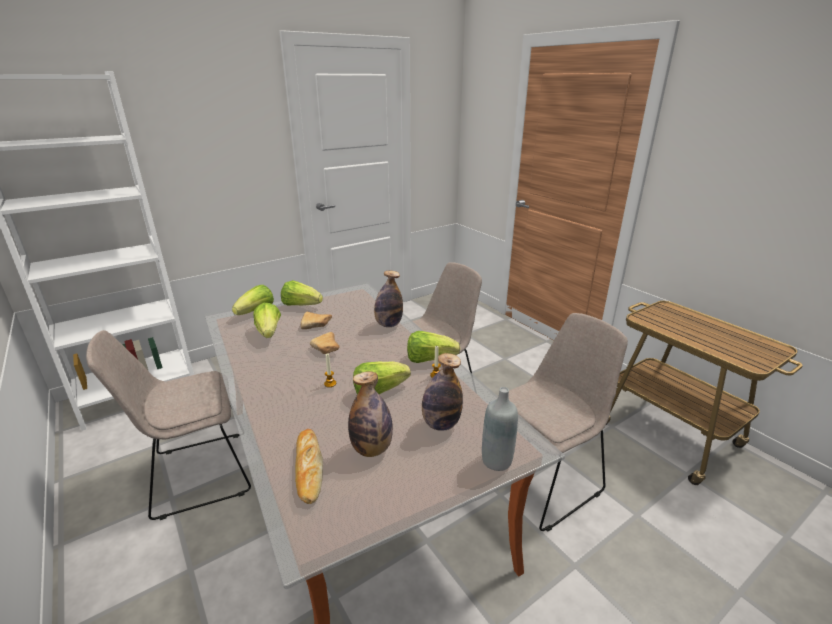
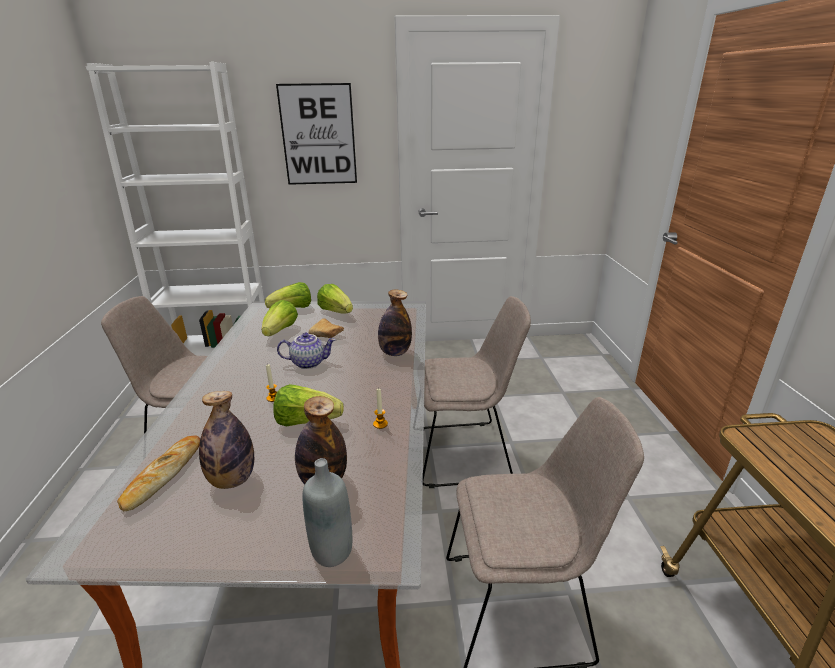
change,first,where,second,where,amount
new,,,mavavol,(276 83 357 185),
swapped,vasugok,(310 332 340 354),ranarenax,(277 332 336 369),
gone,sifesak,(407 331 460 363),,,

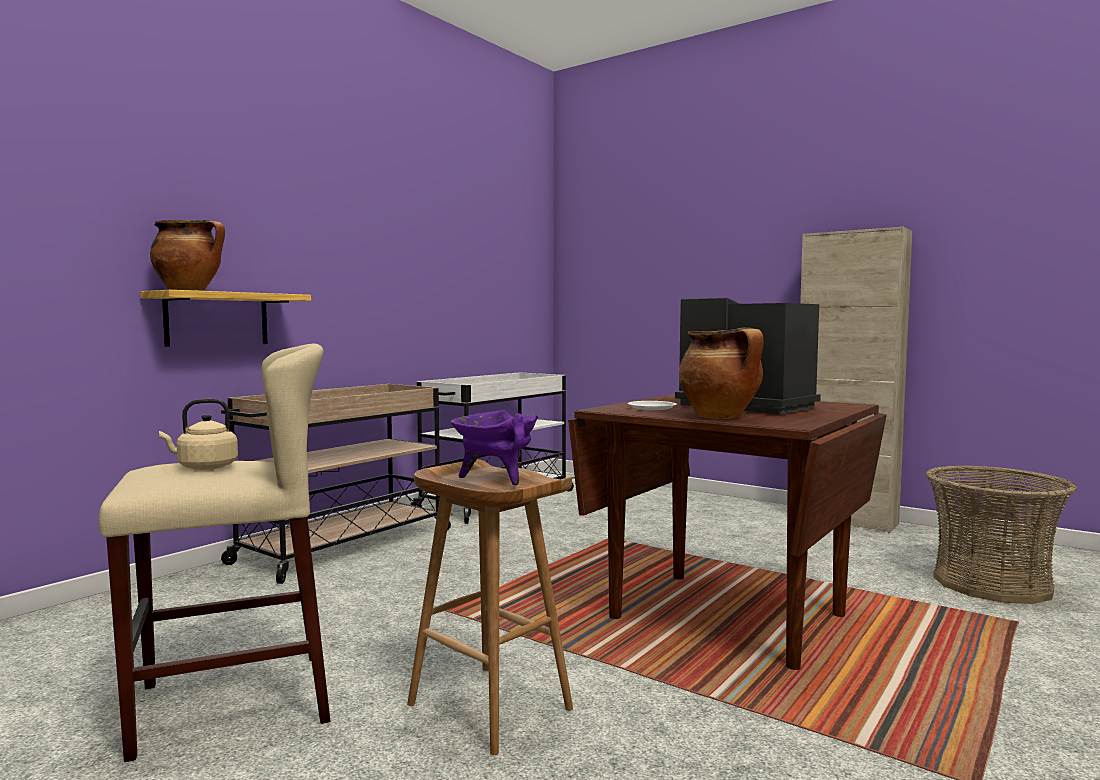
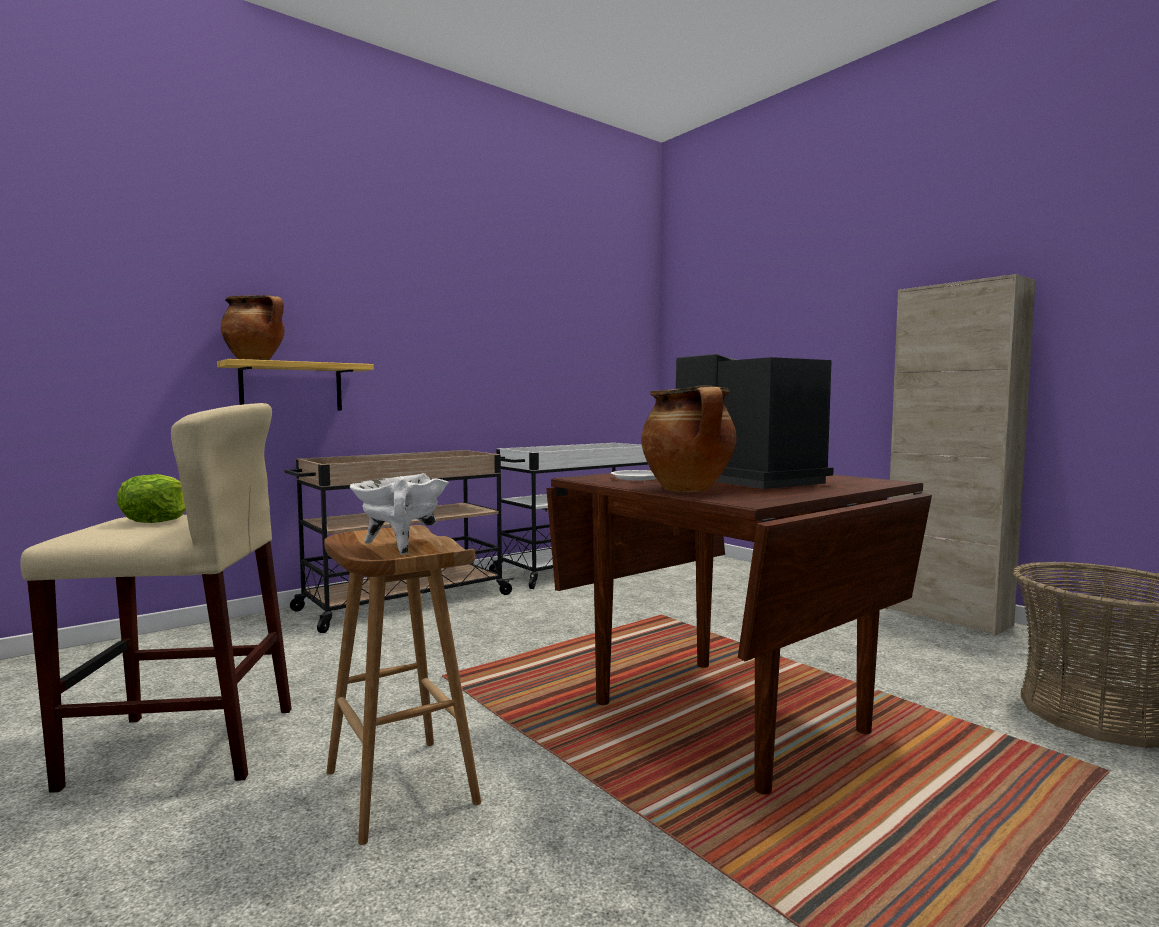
change,first,where,second,where,amount
swapped,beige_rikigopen,(159 399 238 470),sifesak,(116 474 186 523),
repainted,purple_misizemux,(450 410 538 486),white_misizemux,(350 473 449 555),

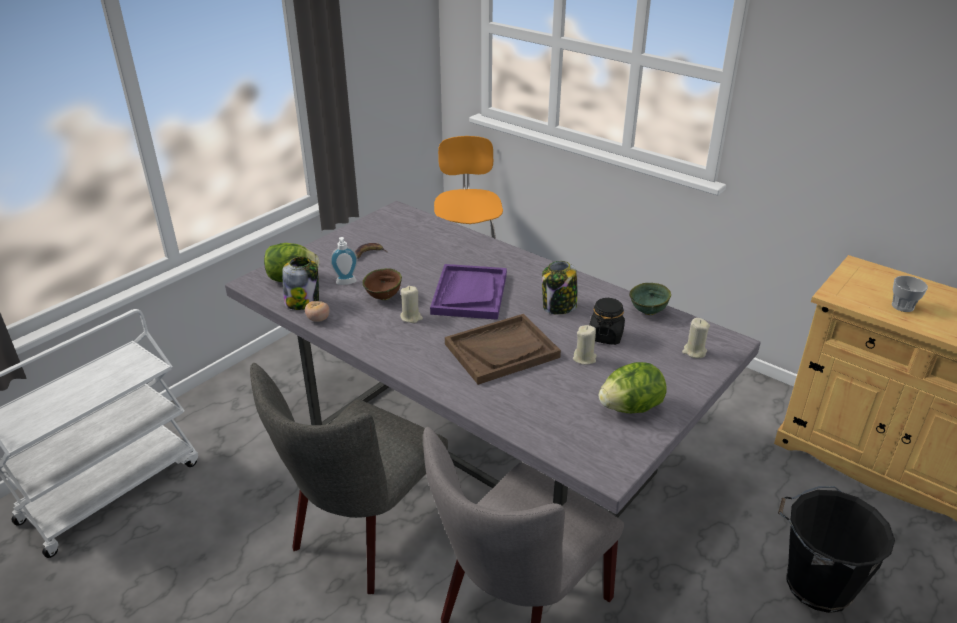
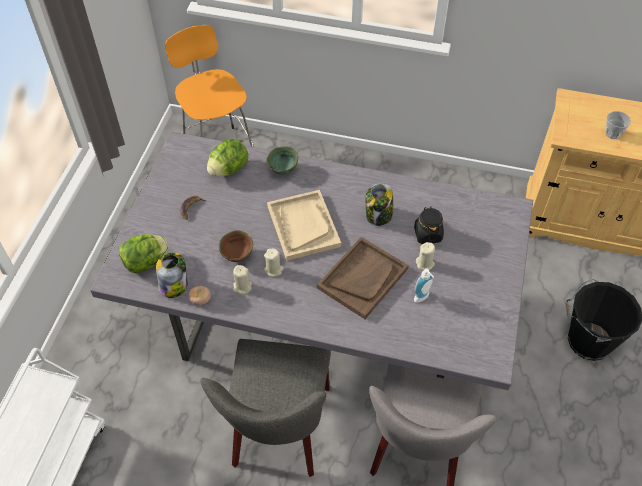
change,first,where,second,where,amount
shifted,sifesak,(599 362 667 413),,(207 139 248 177),
shifted,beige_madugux,(682 318 710 358),,(233 265 252 294),
shifted,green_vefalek,(629 283 671 315),,(267 146 298 175),
repainted,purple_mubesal,(430 264 507 320),beige_mubesal,(267 190 341 261),
shifted,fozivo,(330 237 358 285),,(414 269 434 303),

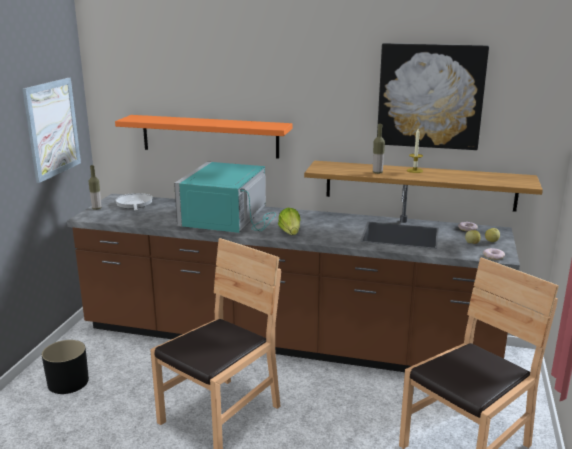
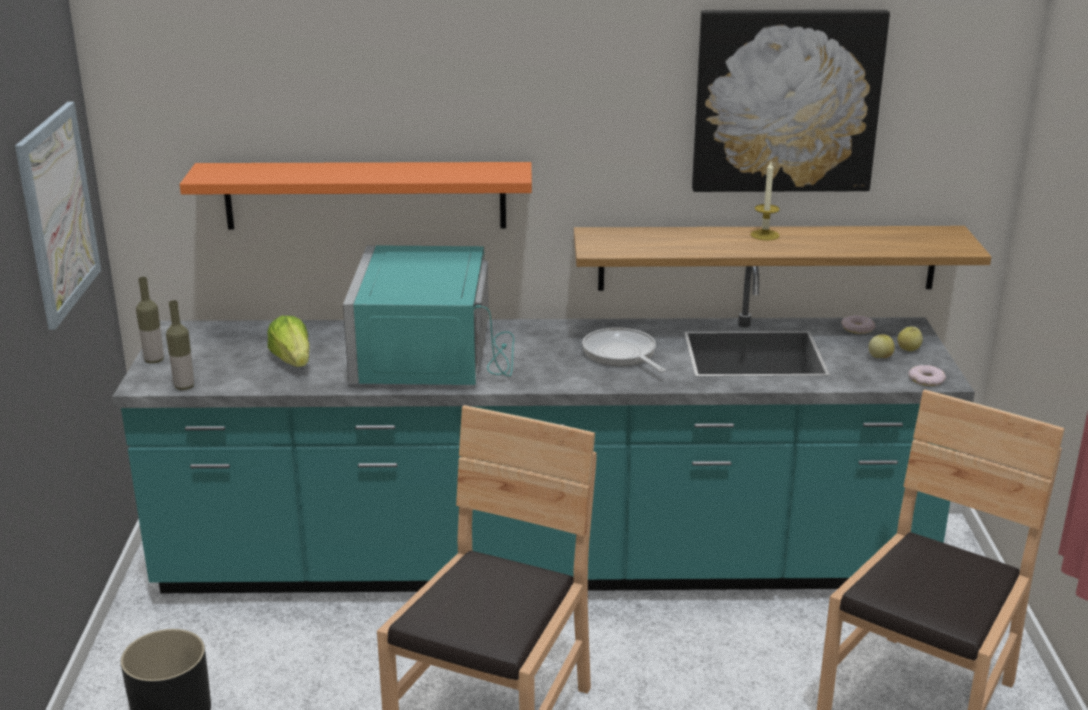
change,first,where,second,where,amount
repainted,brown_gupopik,(67 185 520 372),turquoise_gupopik,(112 266 975 593),
shifted,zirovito,(373 124 385 174),,(166 300 194 390),
shifted,sifesak,(278 208 300 235),,(267 316 309 367),
shifted,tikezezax,(115 193 153 211),,(582 328 666 372),

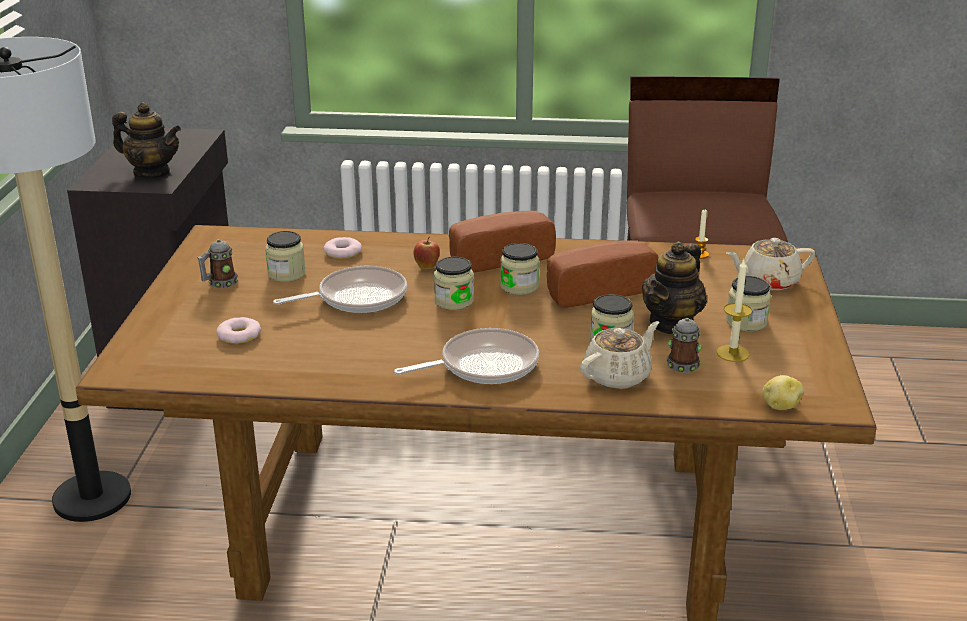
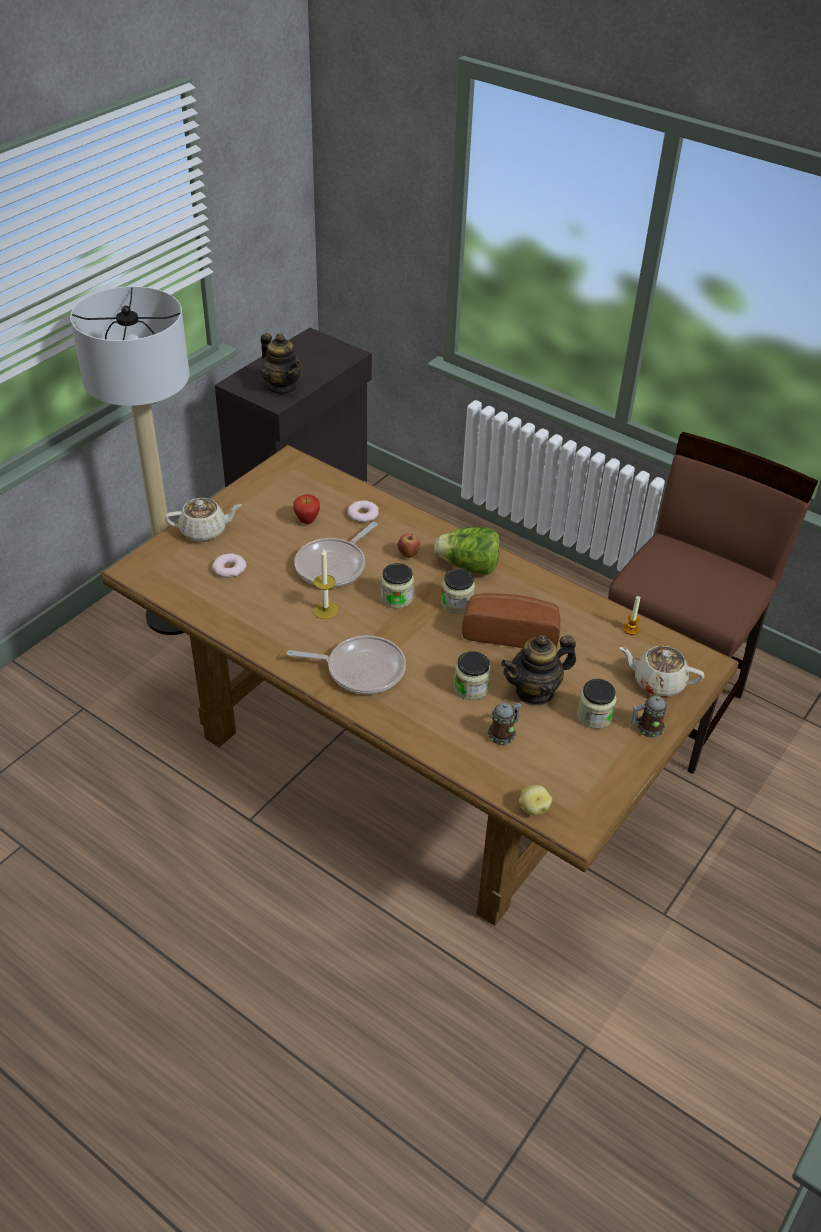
change,first,where,second,where,amount
shifted,beige_ranarenax,(580 321 659 389),,(165 498 242 542),
swapped,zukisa,(265 231 306 282),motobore,(293 494 320 524),
rotated,tikezezax,(273 266 407 313),,(294 522 377 588),120 degrees clockwise
shifted,madugux,(717 260 752 362),,(313 548 338 619),
swapped,vasugok,(449 211 556 273),sifesak,(434 527 500 575),
shifted,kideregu,(197 239 238 288),,(631 696 668 738),

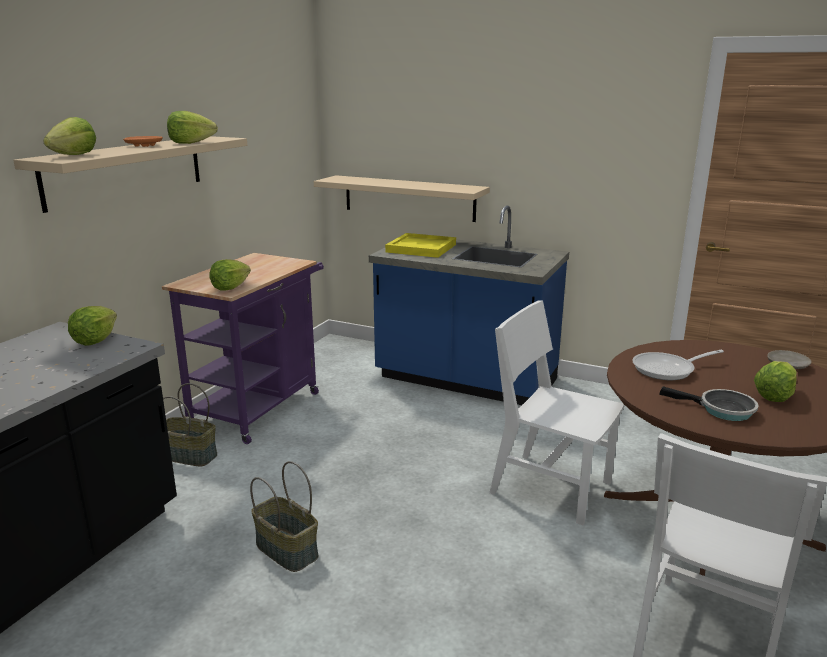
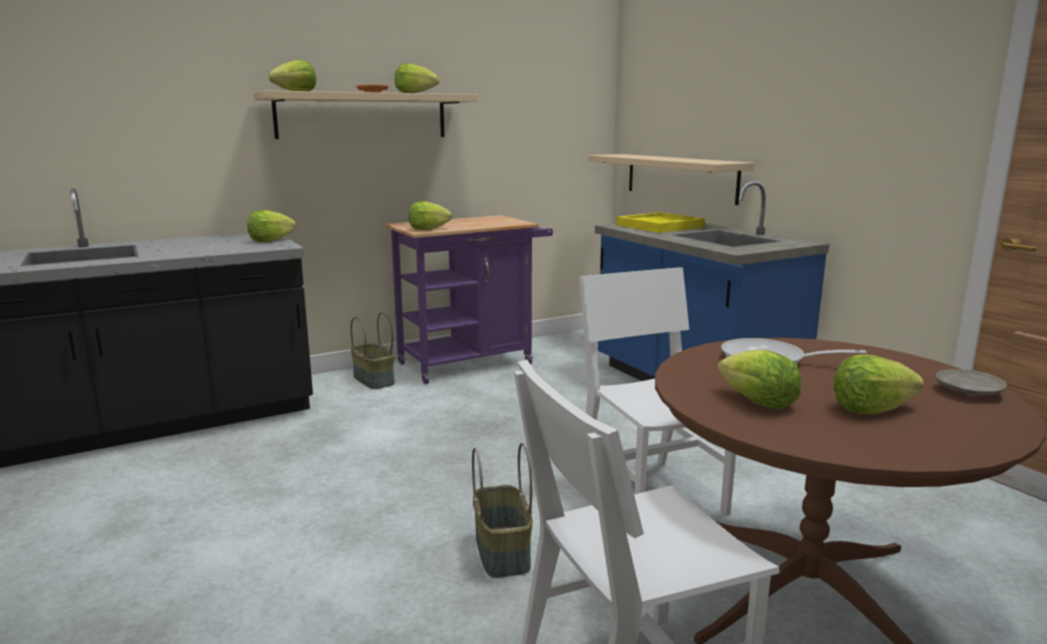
change,first,where,second,where,amount
shifted,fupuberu,(250 461 319 572),,(472 443 533 578),
swapped,tikezezax,(659 386 758 421),sifesak,(718 350 801 409),

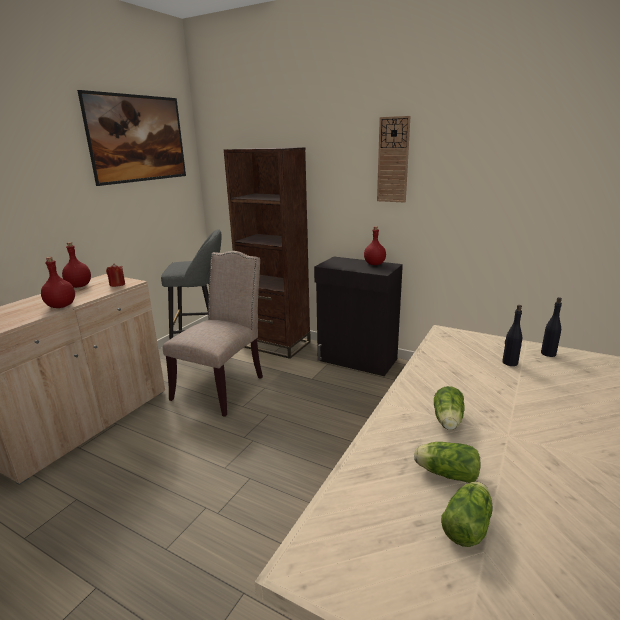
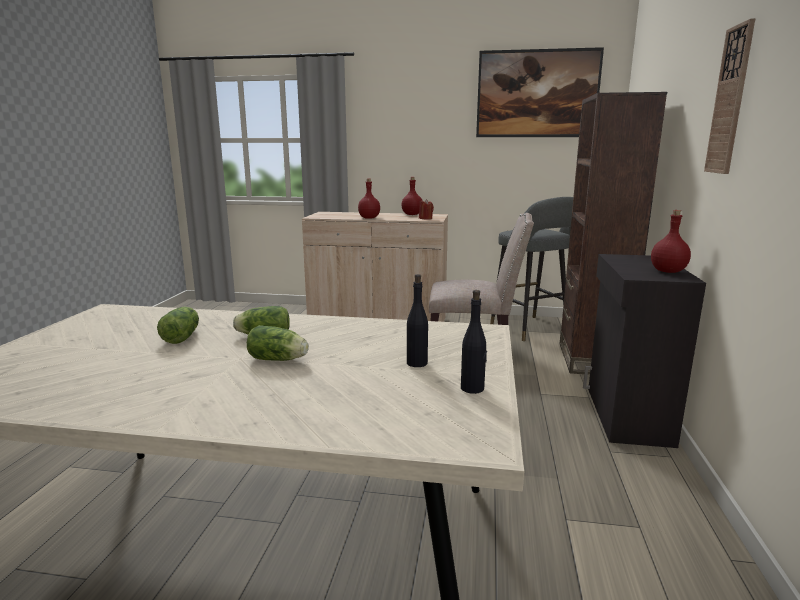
change,first,where,second,where,amount
shifted,sifesak,(441 482 493 547),,(247 325 309 361),

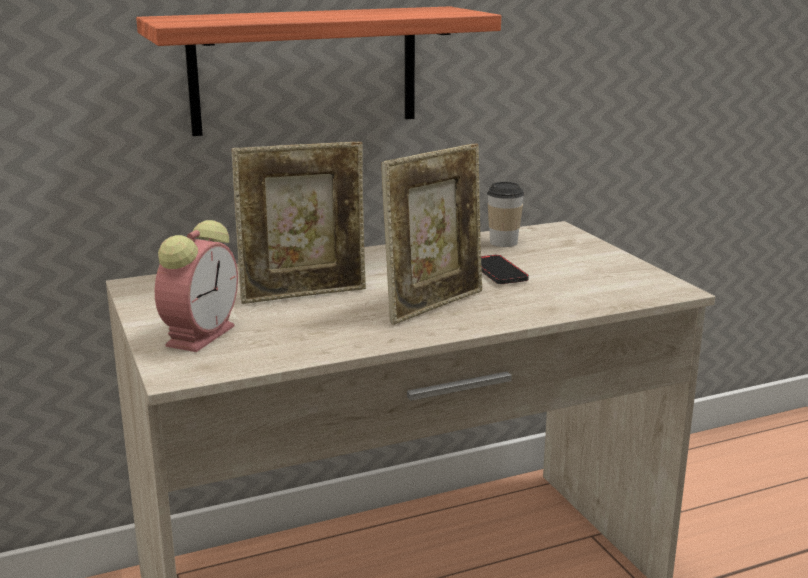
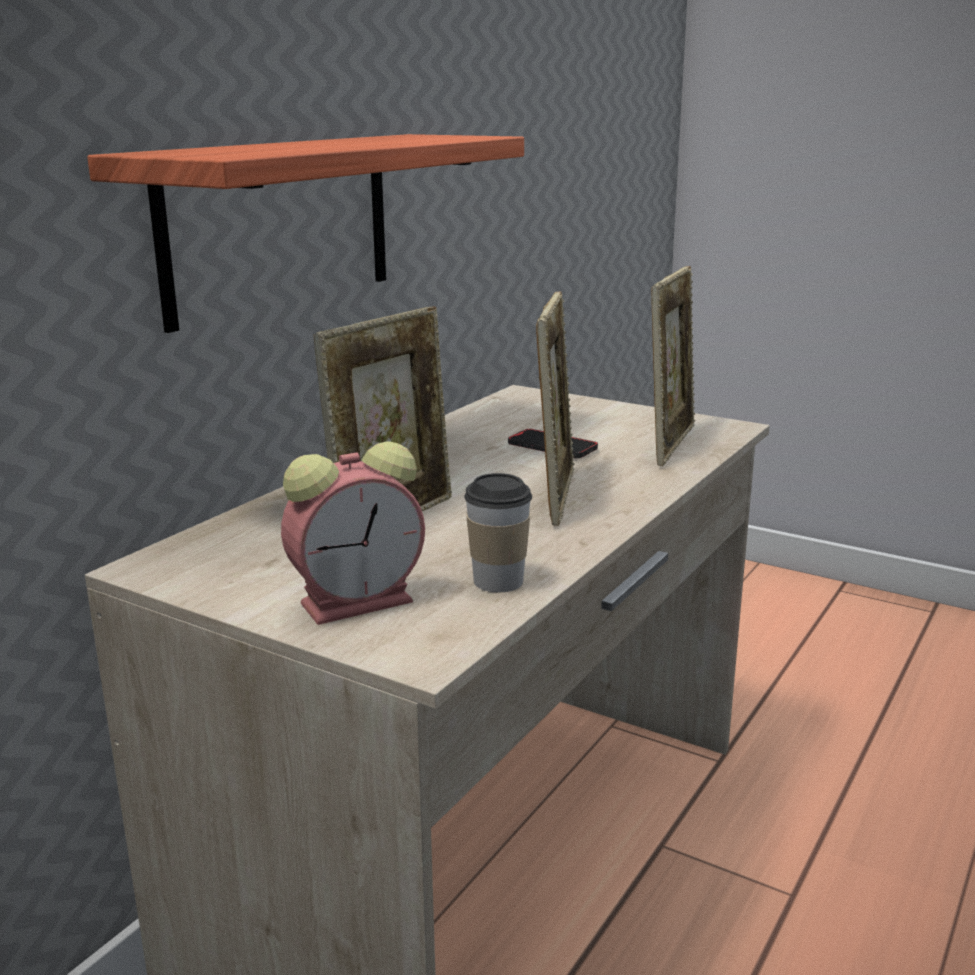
change,first,where,second,where,amount
rotated,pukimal,(155 220 238 352),,(281 441 425 625),75 degrees clockwise
shifted,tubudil,(487 182 524 247),,(464 473 532 592),
new,,,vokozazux,(651 266 695 466),

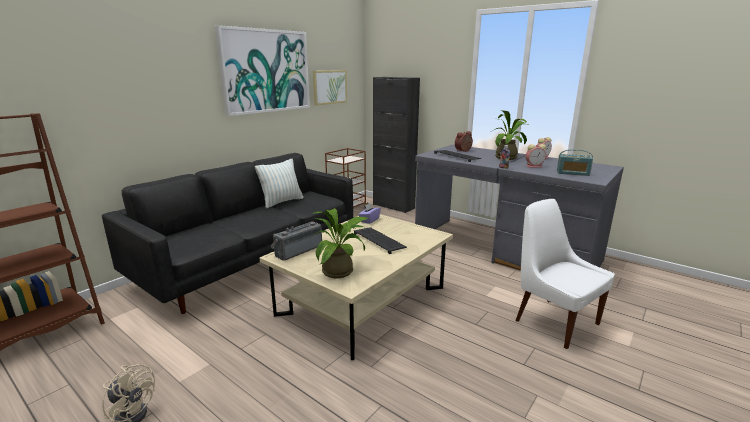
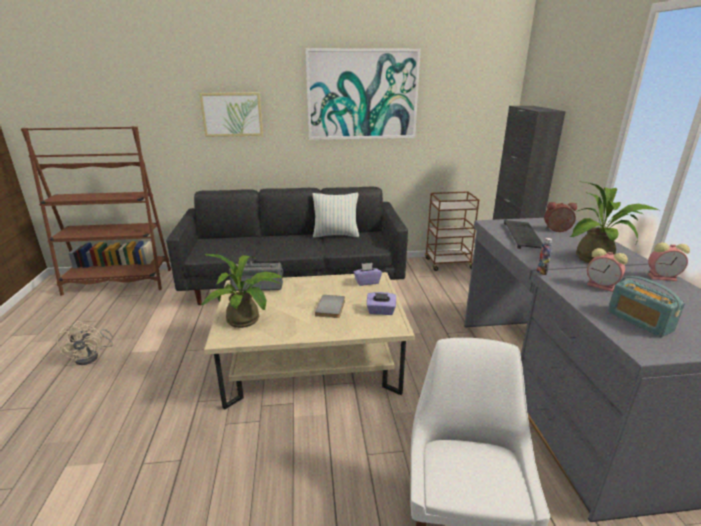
change,first,where,second,where,amount
shifted,mavavol,(313 70 347 105),,(199 93 263 137),
swapped,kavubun,(354 227 407 254),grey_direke,(315 295 345 318),
new,,,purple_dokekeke,(367 292 396 315),

